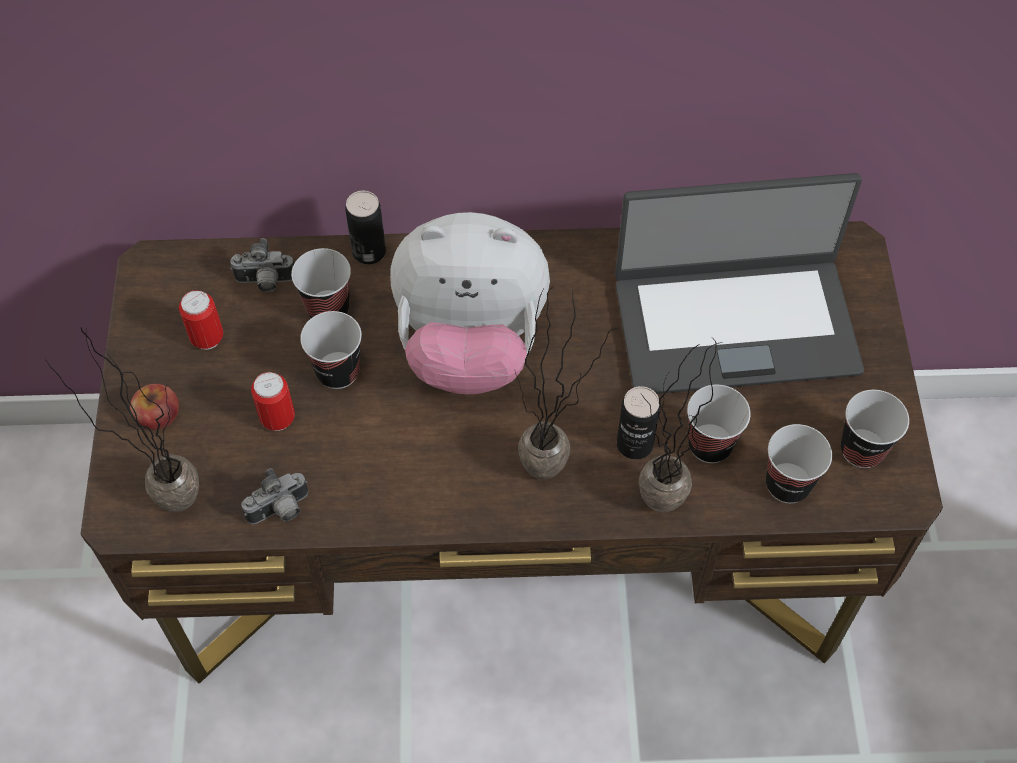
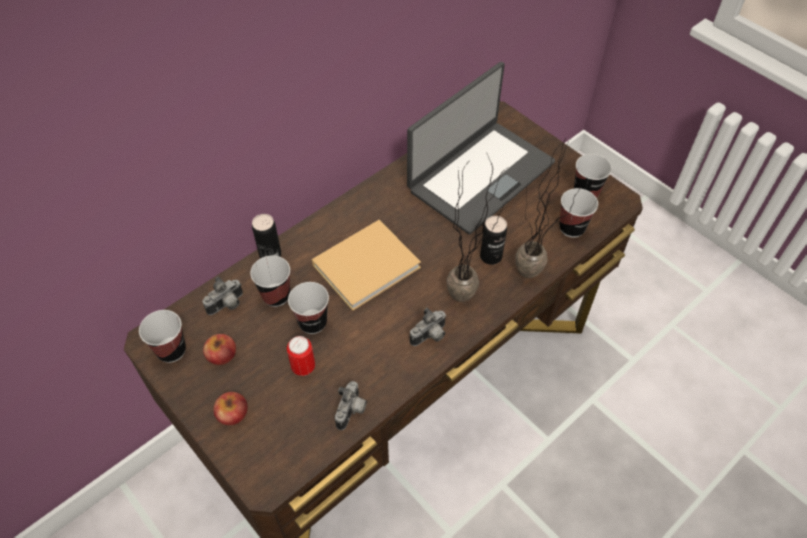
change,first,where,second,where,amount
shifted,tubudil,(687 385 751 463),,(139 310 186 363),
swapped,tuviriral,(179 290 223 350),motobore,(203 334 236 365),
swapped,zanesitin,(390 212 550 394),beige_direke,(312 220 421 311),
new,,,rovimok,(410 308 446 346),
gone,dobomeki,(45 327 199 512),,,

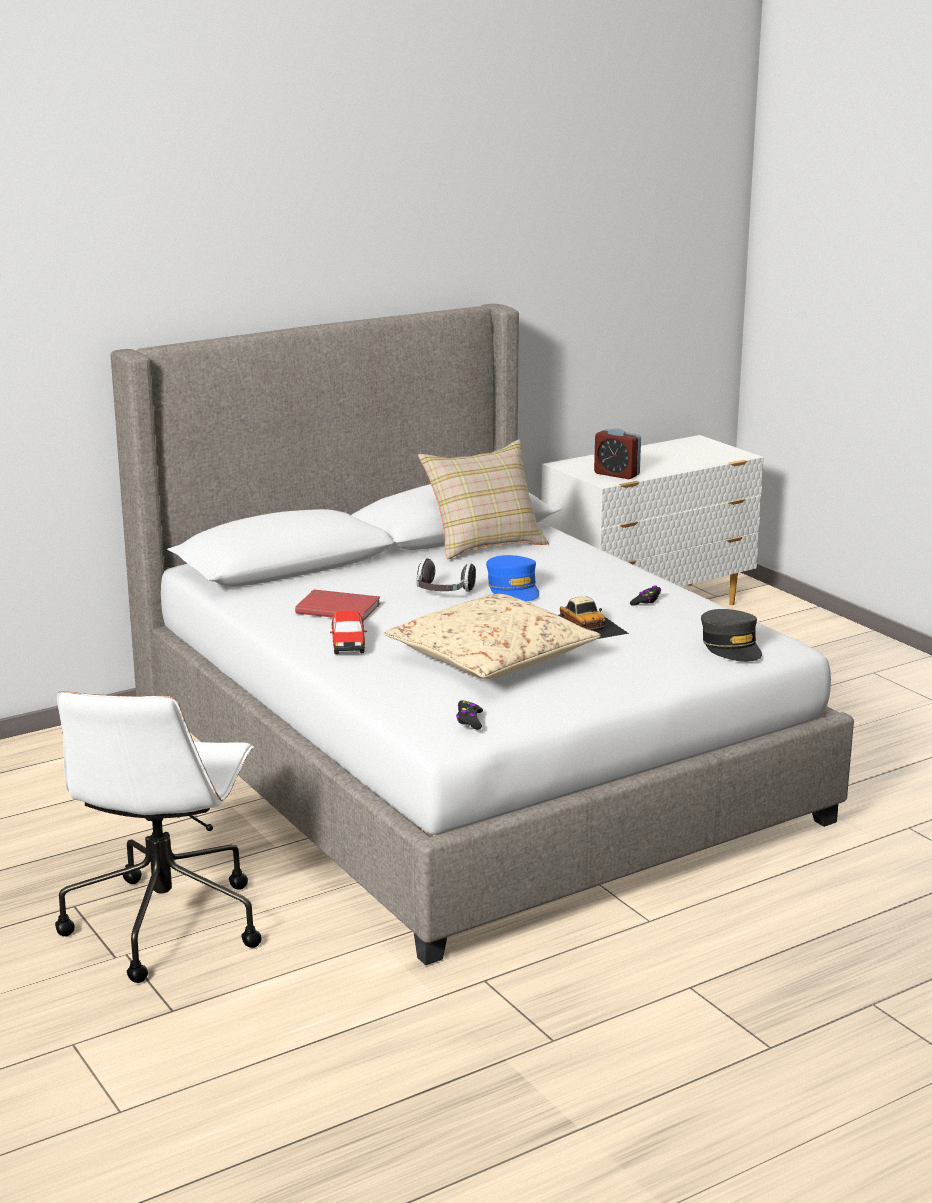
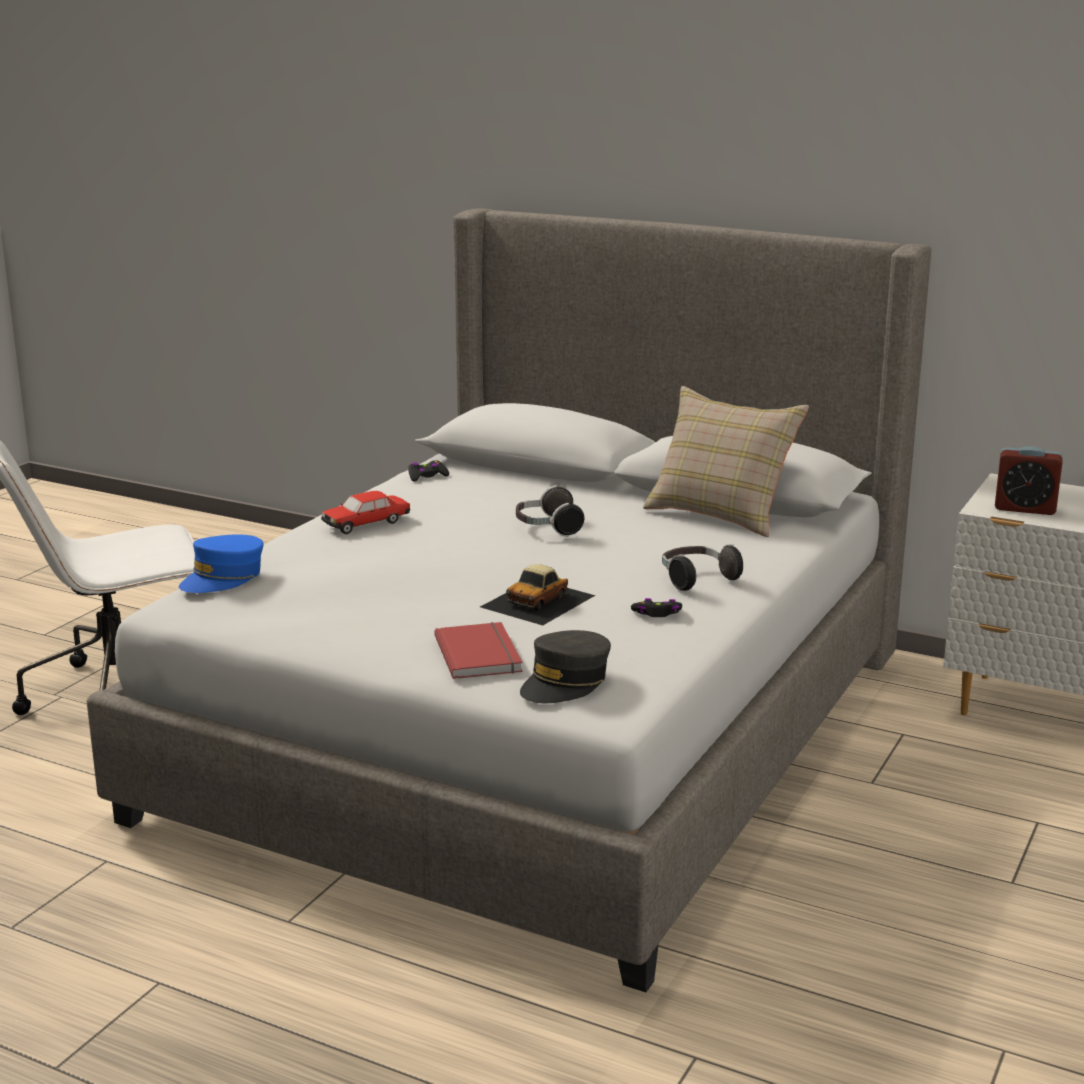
change,first,where,second,where,amount
shifted,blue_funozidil,(486 555 539 601),,(179 535 264 593),
shifted,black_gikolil,(456 700 483 730),,(408 460 449 482),
shifted,red_direke,(295 589 380 621),,(434 622 523 679),
new,,,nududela,(662 544 743 591),
rotated,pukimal,(594 429 641 479),,(995 446 1062 515),75 degrees counterclockwise
gone,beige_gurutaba,(384 594 601 679),,,

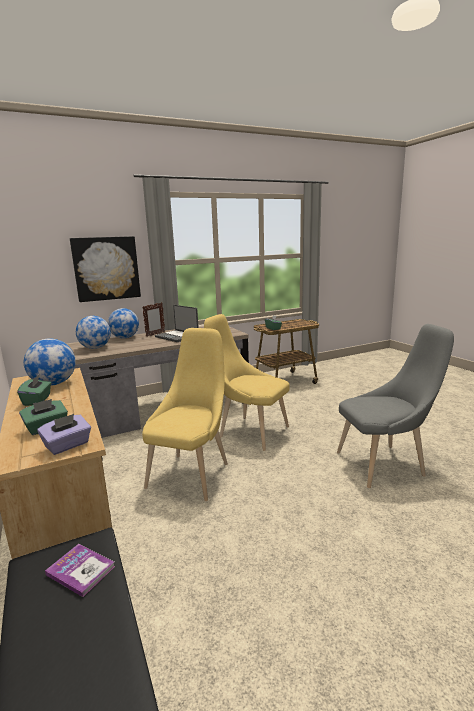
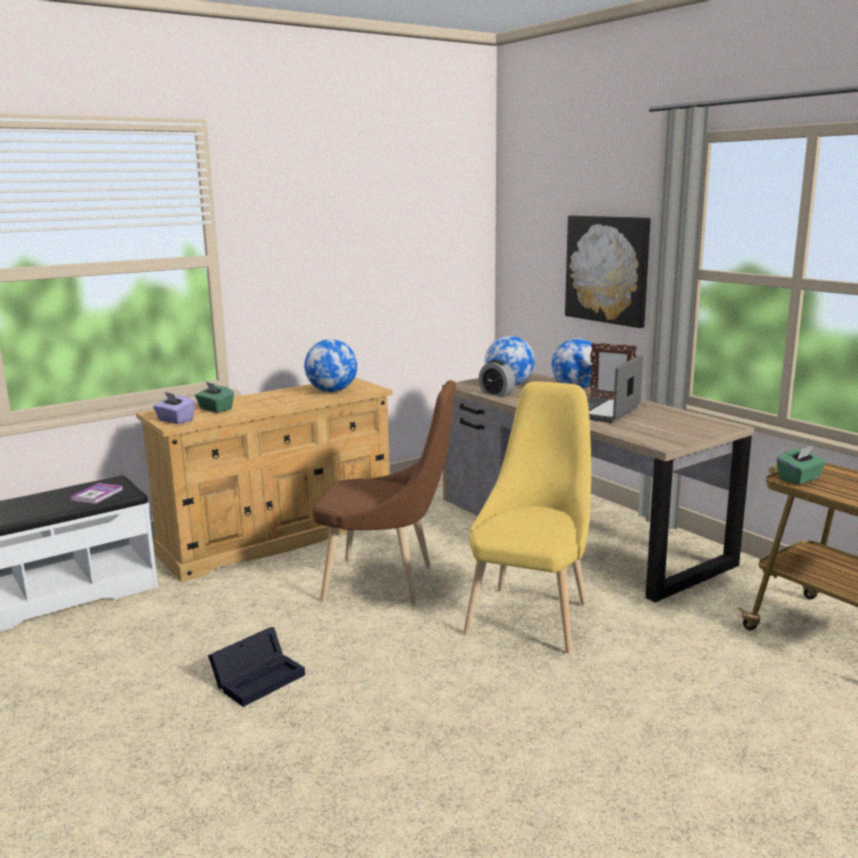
change,first,where,second,where,amount
new,,,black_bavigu,(208 627 305 707),
repainted,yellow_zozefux,(142 328 228 501),brown_zozefux,(313 380 456 606),
new,,,pukimal,(479 360 515 397),
gone,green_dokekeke,(17 374 51 406),,,
gone,grey_zozefux,(337 324 454 488),,,

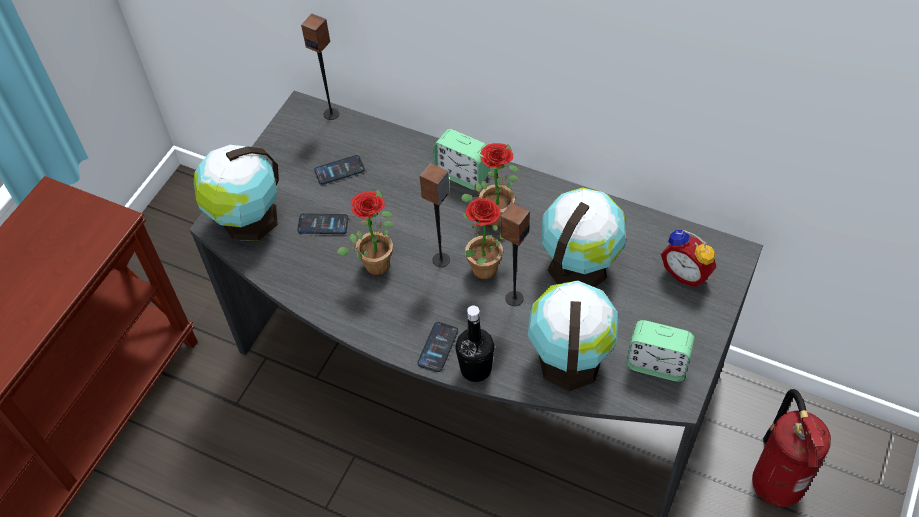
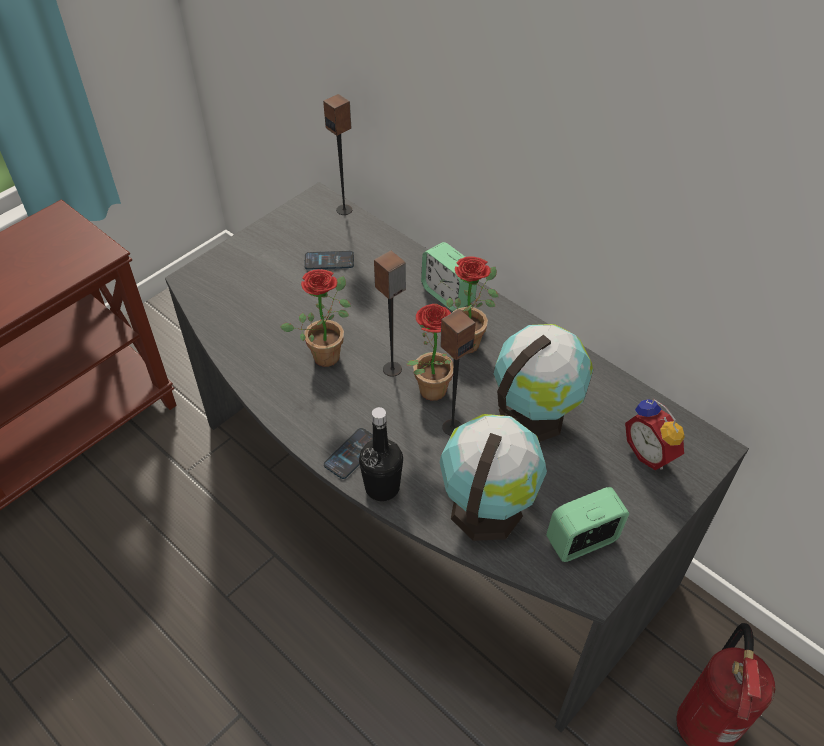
change,first,where,second,where,amount
rotated,pukimal,(626 320 694 382),,(546 487 629 562),120 degrees clockwise
gone,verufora,(194 145 279 241),,,
gone,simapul,(297 213 349 234),,,

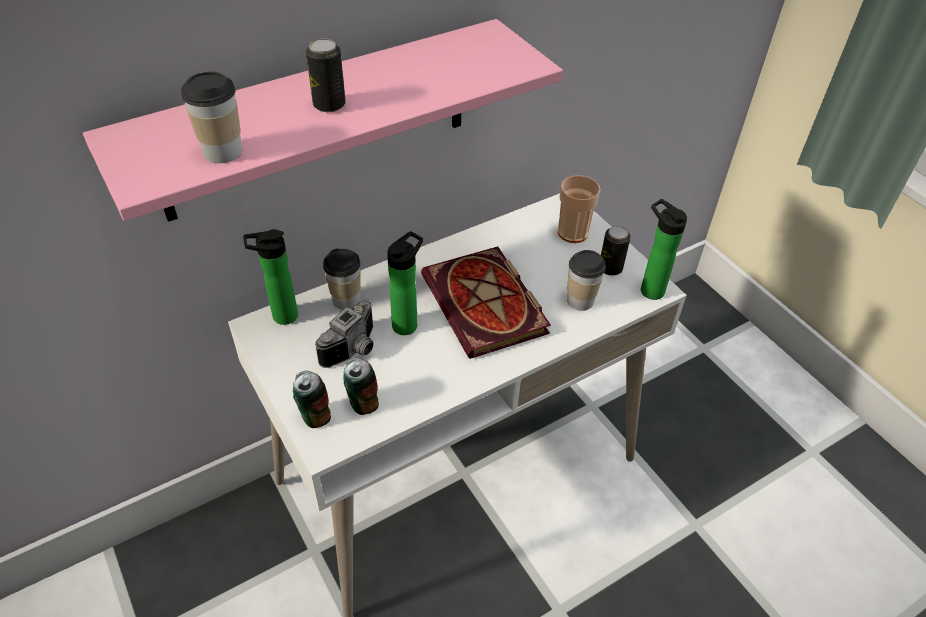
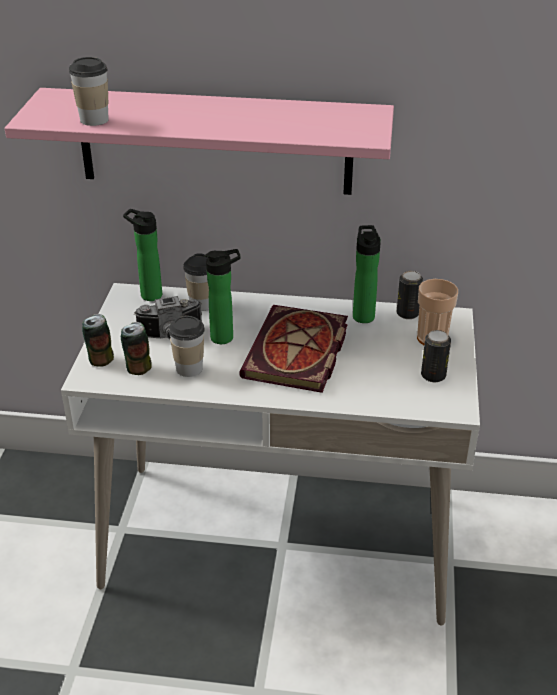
change,first,where,second,where,amount
shifted,tubudil,(567 250 606 311),,(169 316 205 377),
shifted,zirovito,(641 199 687 300),,(353 225 381 323),
shifted,tuviriral,(306 38 346 112),,(397 271 423 319),

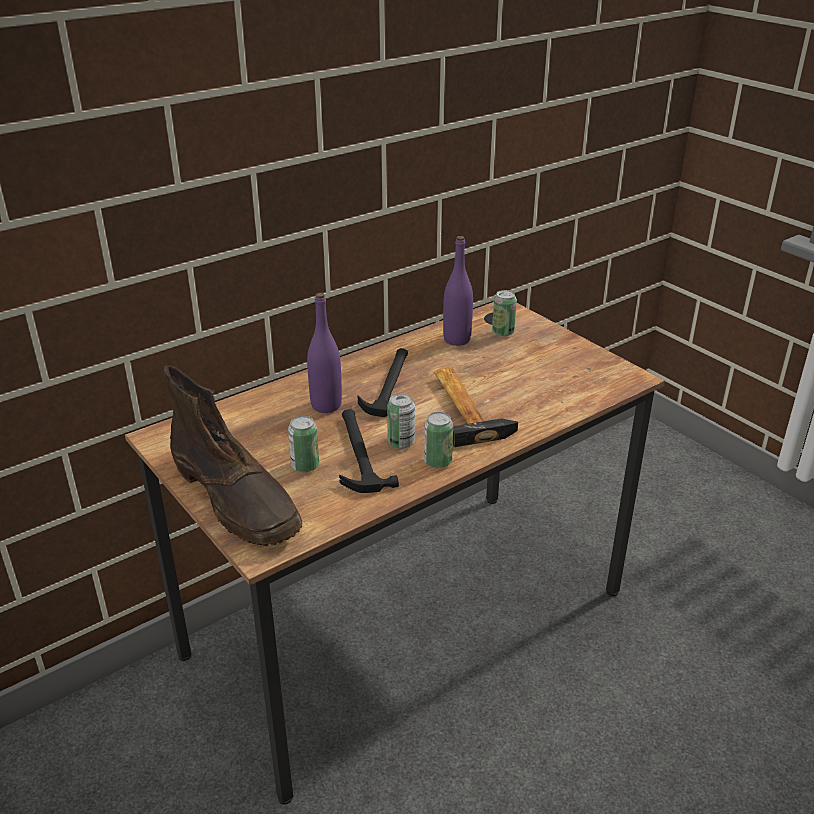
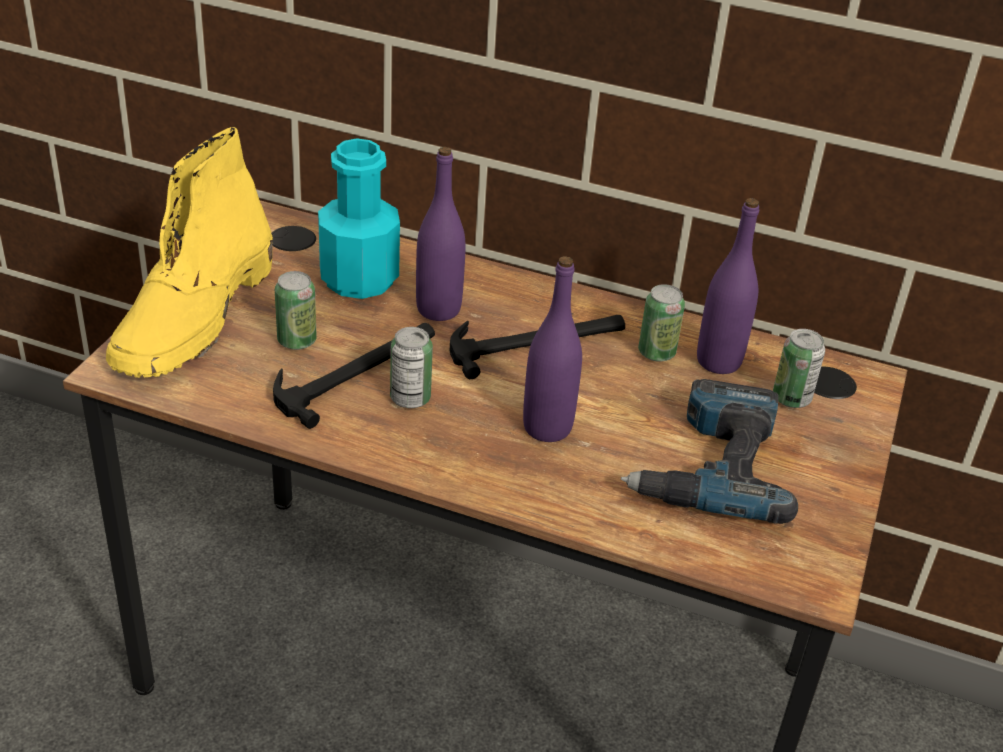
change,first,where,second,where,amount
repainted,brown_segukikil,(163 366 302 546),yellow_segukikil,(106 127 273 378),
new,,,turquoise_zirovito,(318 139 400 299),
swapped,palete,(434 368 518 447),purple_zirovito,(523 256 582 442),
new,,,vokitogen,(621 379 798 524),
shifted,tuviriral,(424 412 453 468),,(638 284 685 362),

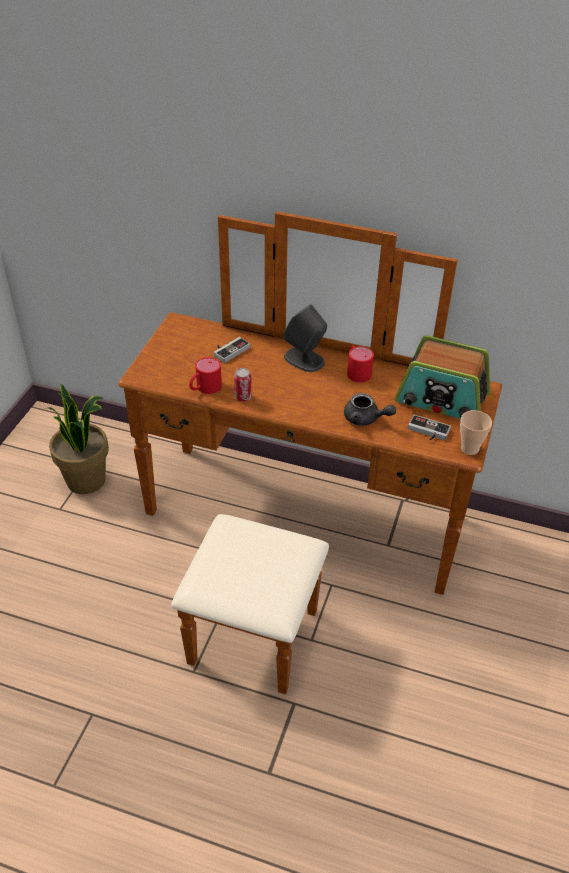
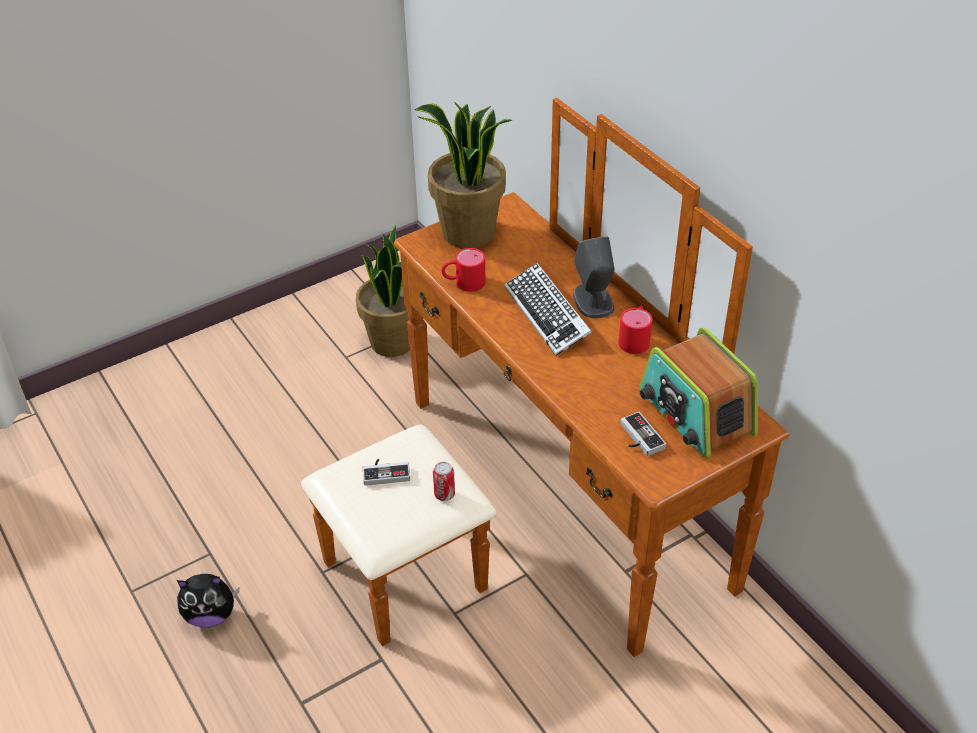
change,first,where,second,where,amount
new,,,zanesitin,(177 574 239 628),
shifted,gikolil,(214 337 250 363),,(362 459 410 486),
new,,,dobomeki,(414 103 512 248),
shifted,tuviriral,(234 368 252 402),,(433 462 455 501),
new,,,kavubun,(504 263 592 356),
gone,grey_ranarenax,(344 393 396 425),,,
gone,tubudil,(460 410 492 455),,,

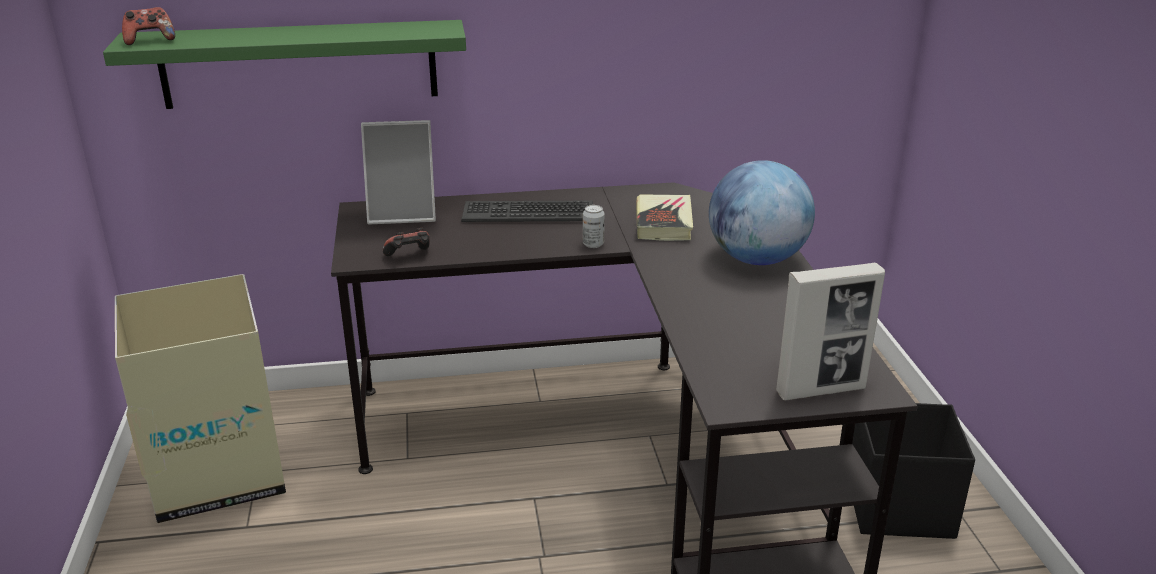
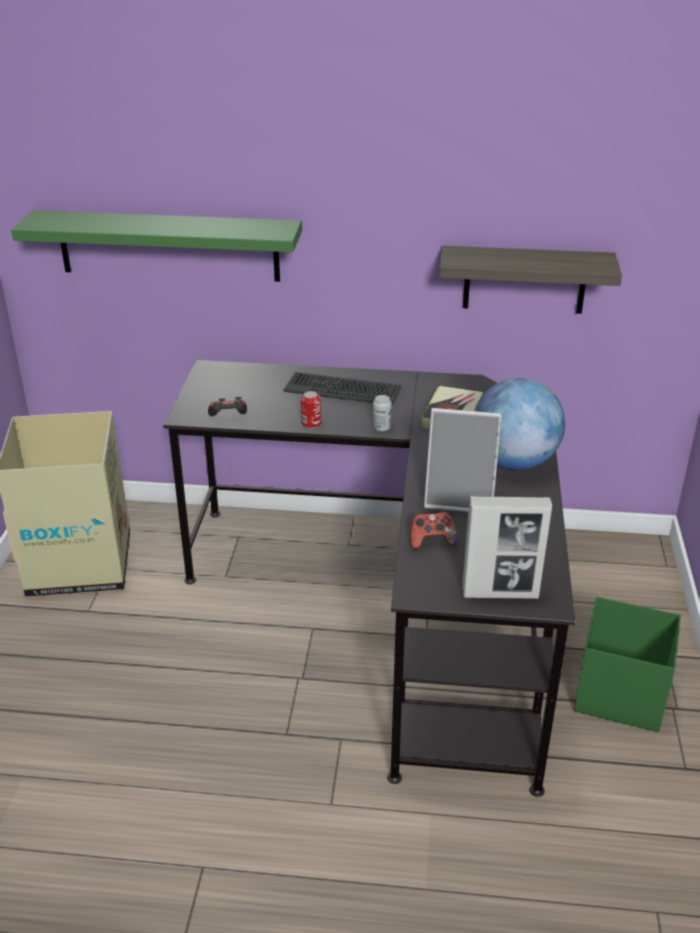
change,first,where,second,where,amount
new,,,tuviriral,(301 391 321 428),
shifted,gikolil,(122 7 175 45),,(411 512 458 550),
shifted,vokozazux,(361 120 436 224),,(424 408 502 512),
new,,,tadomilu,(440 246 622 314),
repainted,black_bavigu,(852 403 975 539),green_bavigu,(574 597 681 732),

